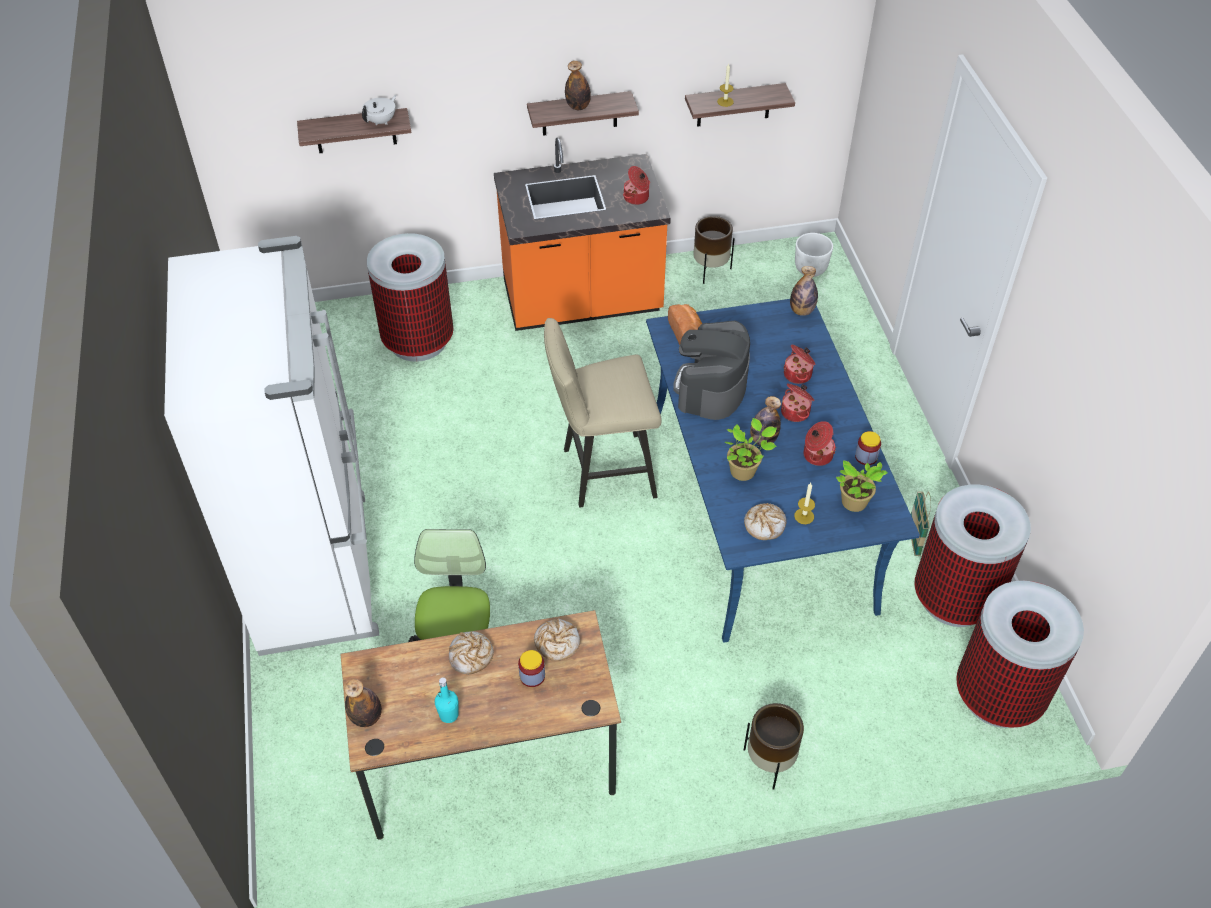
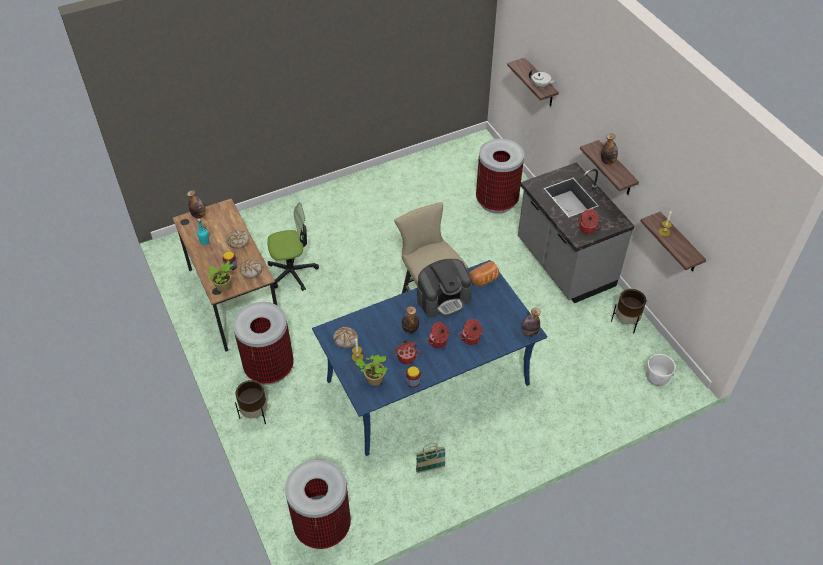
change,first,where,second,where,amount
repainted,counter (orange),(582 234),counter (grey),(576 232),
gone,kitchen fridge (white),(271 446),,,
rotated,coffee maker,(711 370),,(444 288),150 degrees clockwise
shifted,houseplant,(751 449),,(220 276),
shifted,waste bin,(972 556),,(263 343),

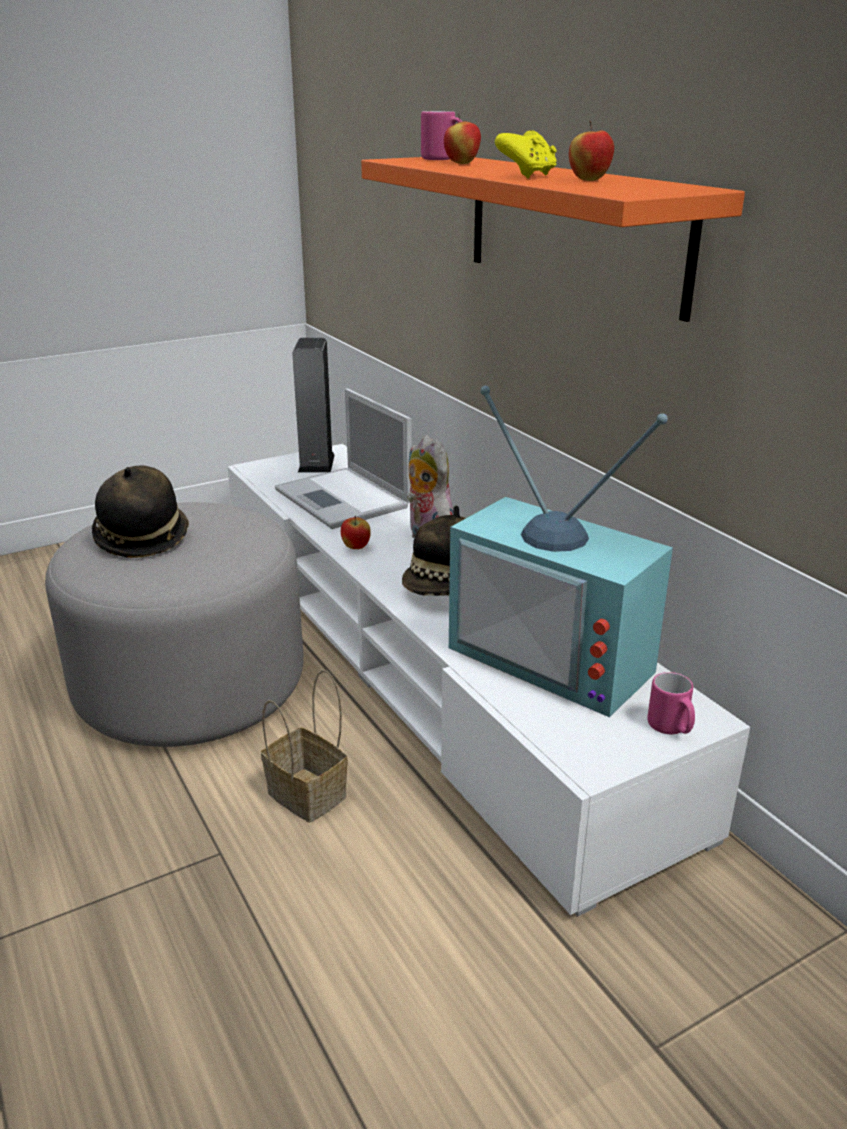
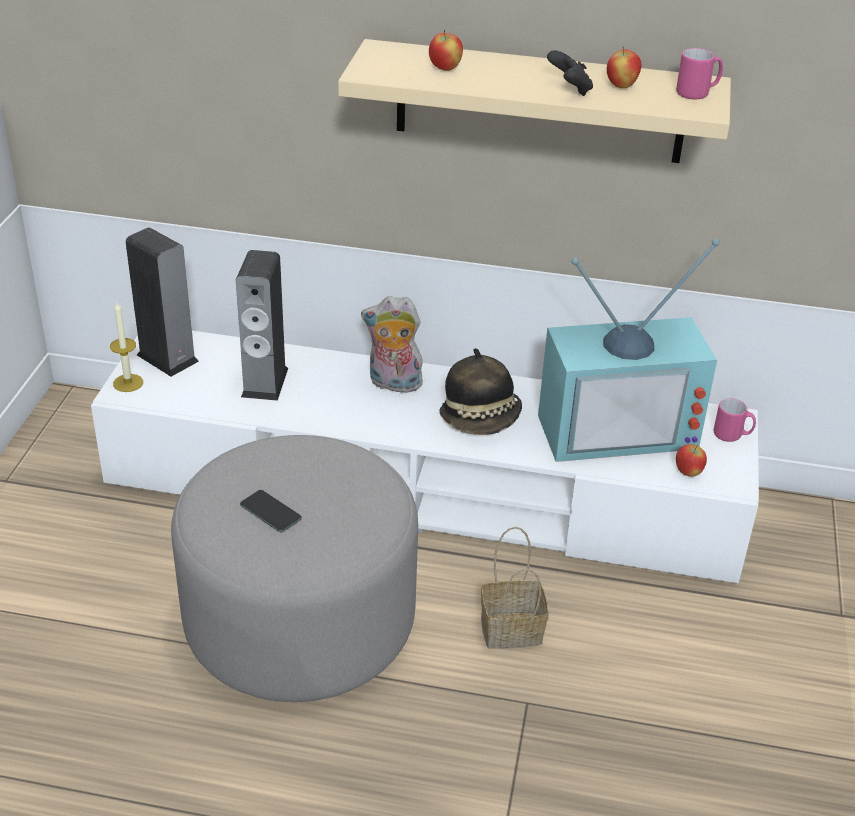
change,first,where,second,where,amount
shifted,tea mug (pink),(441 135),,(699 73),
repainted,gamepad (yellowish),(526 154),gamepad (black-coloured),(570 73),
repainted,shelf (orange),(553 239),shelf (beige),(534 101),
swapped,portable computer,(343 458),loudspeaker,(262 325),
swapped,wearable hat,(140 511),handset,(271 511),
shifted,whole apple,(356 532),,(691 460),
new,,,wax light,(126 347),

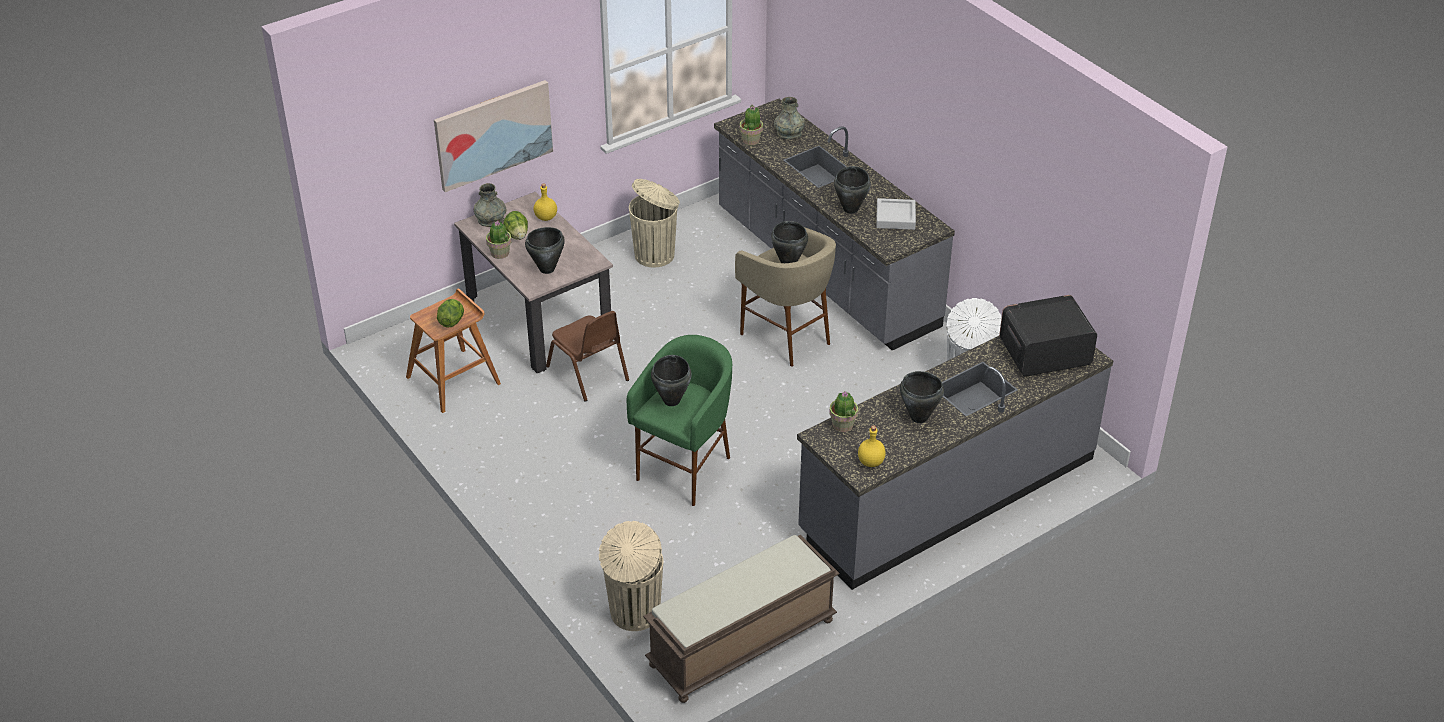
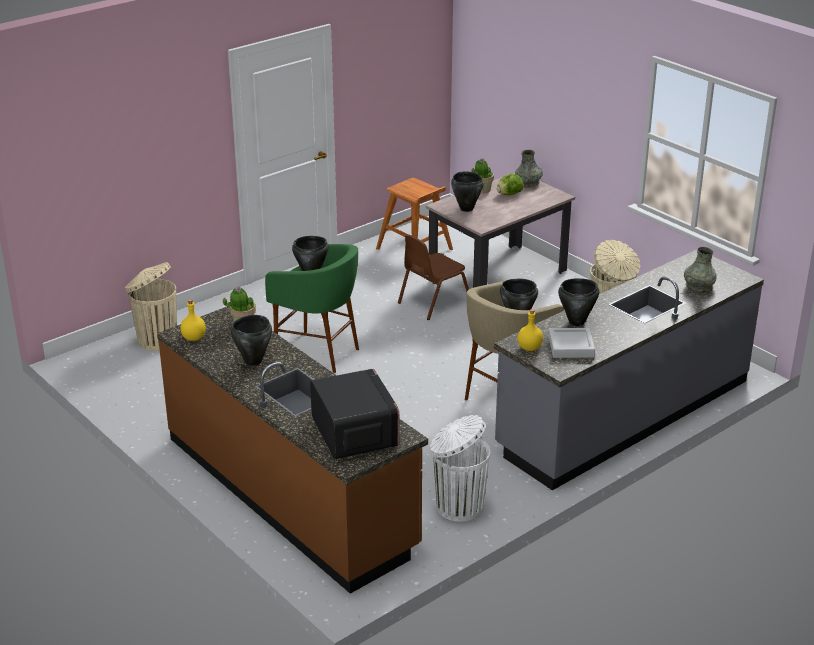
change,first,where,second,where,amount
gone,wall art,(493 136),,,
gone,houseplant,(751 125),,,
shifted,beverage bottle (yellowish),(545 202),,(530 330),
gone,lettuce,(450 313),,,
repainted,counter (grey),(955 463),counter (brown-coloured),(292 450),
gone,long seat (brown-coloured),(741 618),,,

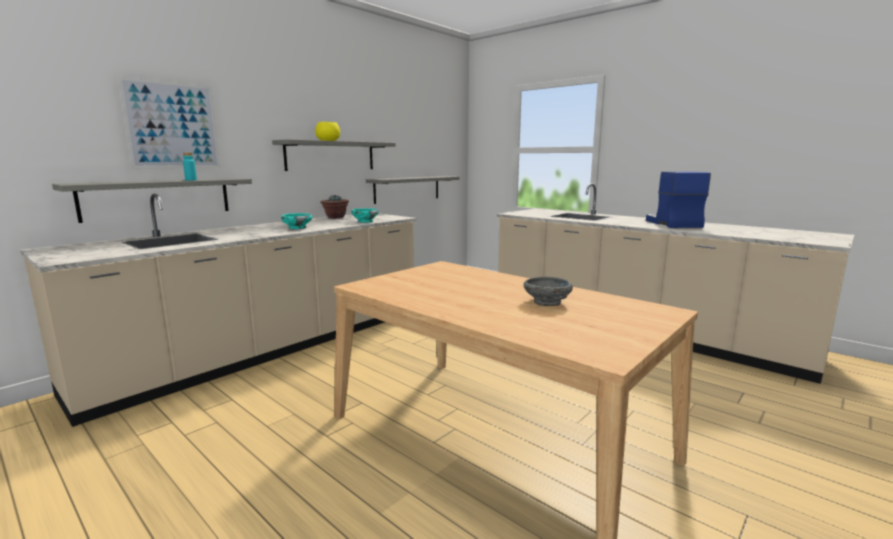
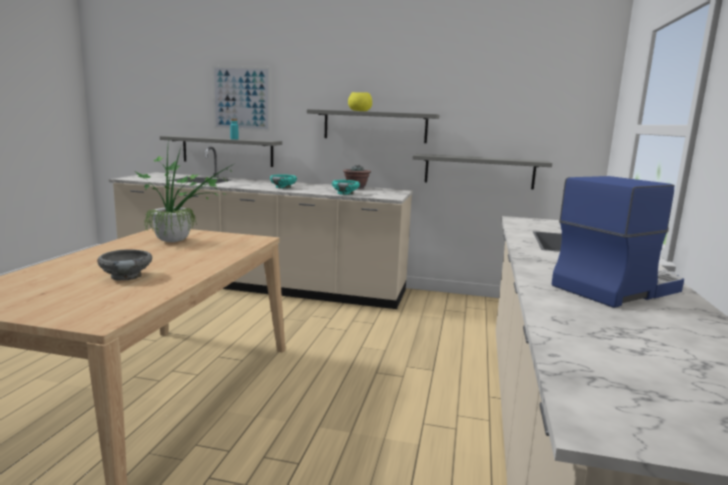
change,first,where,second,where,amount
new,,,houseplant,(185 195),

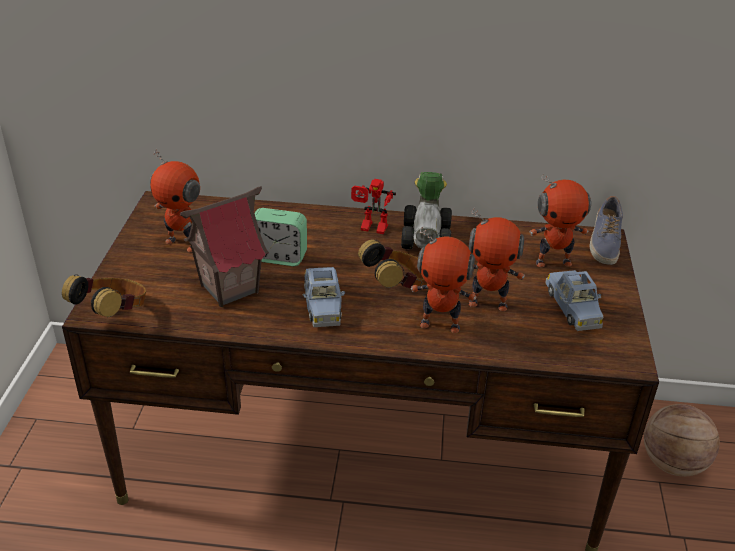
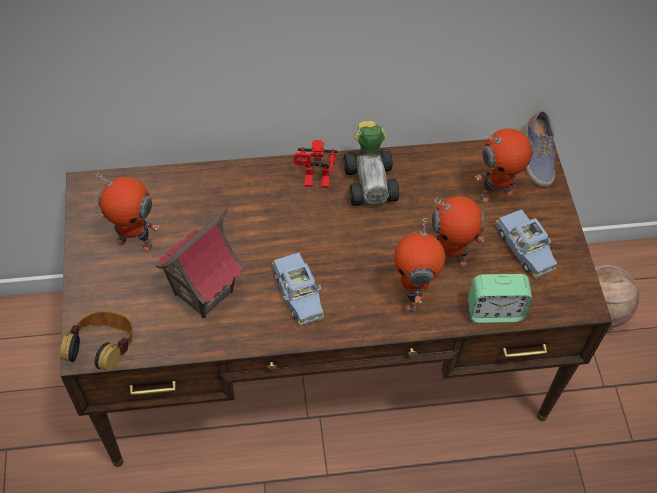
change,first,where,second,where,amount
shifted,bedside clock,(280 237),,(500 298),
rotated,model robot,(443 279),,(419 265),90 degrees clockwise
gone,headphones,(393 264),,,

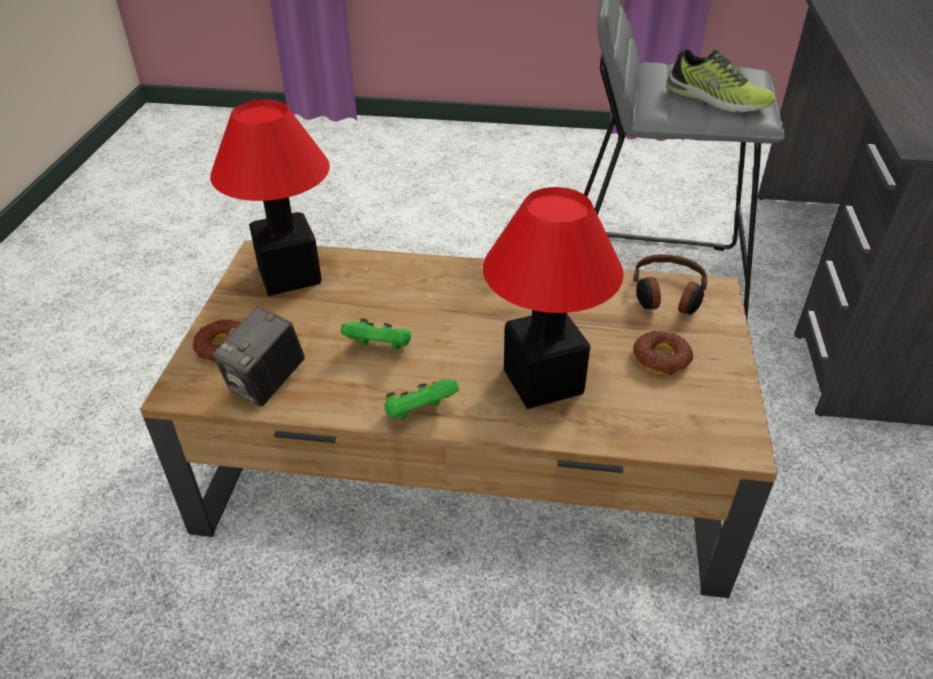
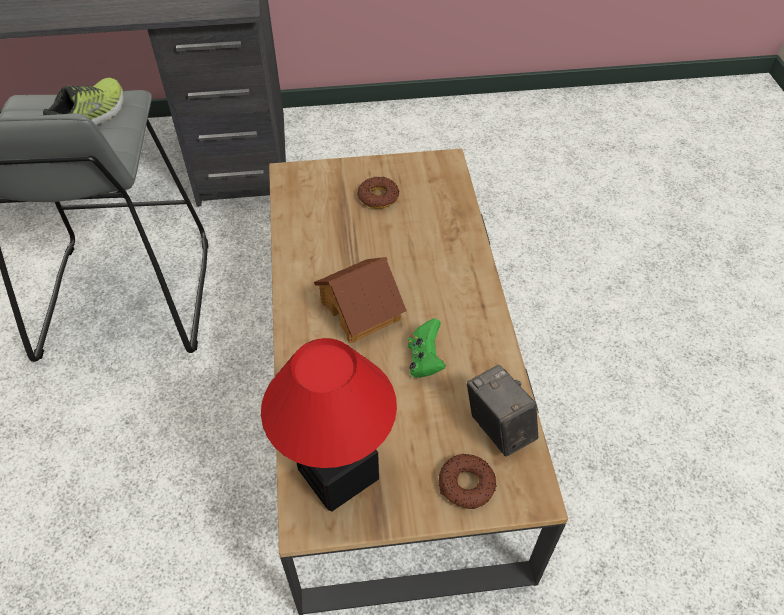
change,first,where,second,where,amount
gone,table lamp,(553 298),,,
gone,headphones,(670 284),,,
rotated,photo camera,(258 356),,(502 411),135 degrees counterclockwise
gone,gamepad (green),(422 400),,,
new,,,model house,(360 300),

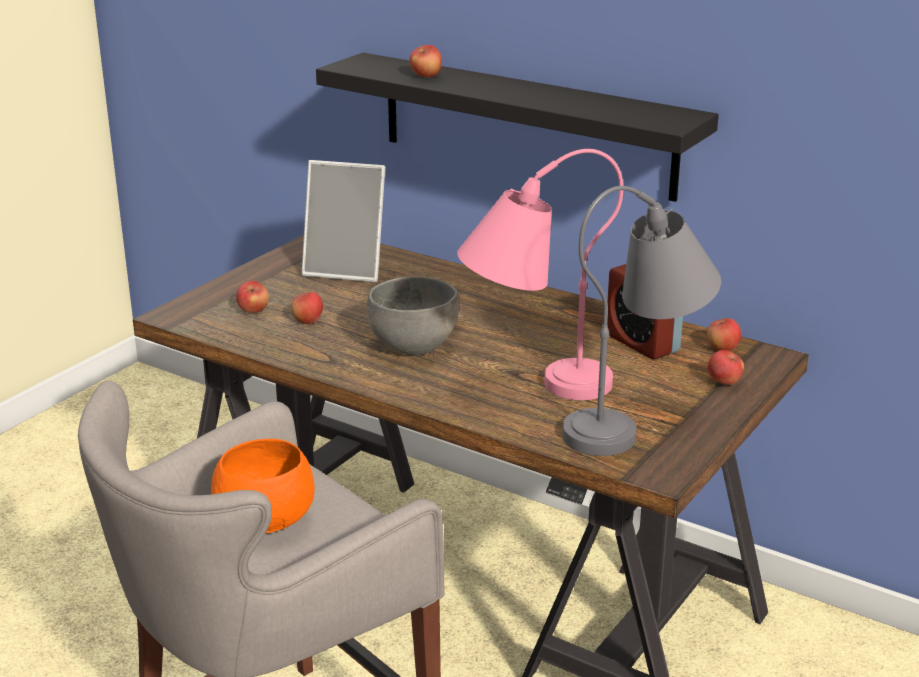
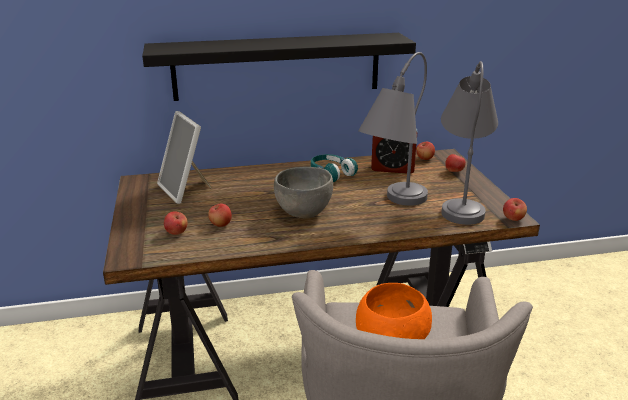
change,first,where,second,where,amount
shifted,whole apple,(425 61),,(515 209),
repainted,table lamp (pink),(540 274),table lamp (grey),(393 129),
rotated,picture frame,(343 221),,(184 157),90 degrees clockwise
new,,,headphones (blue-green),(334 168),

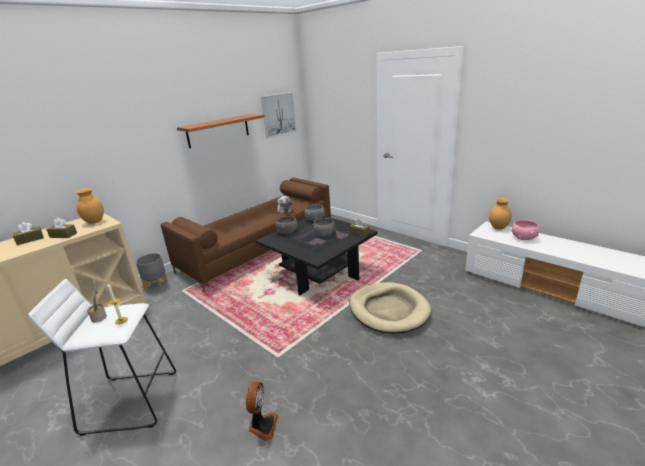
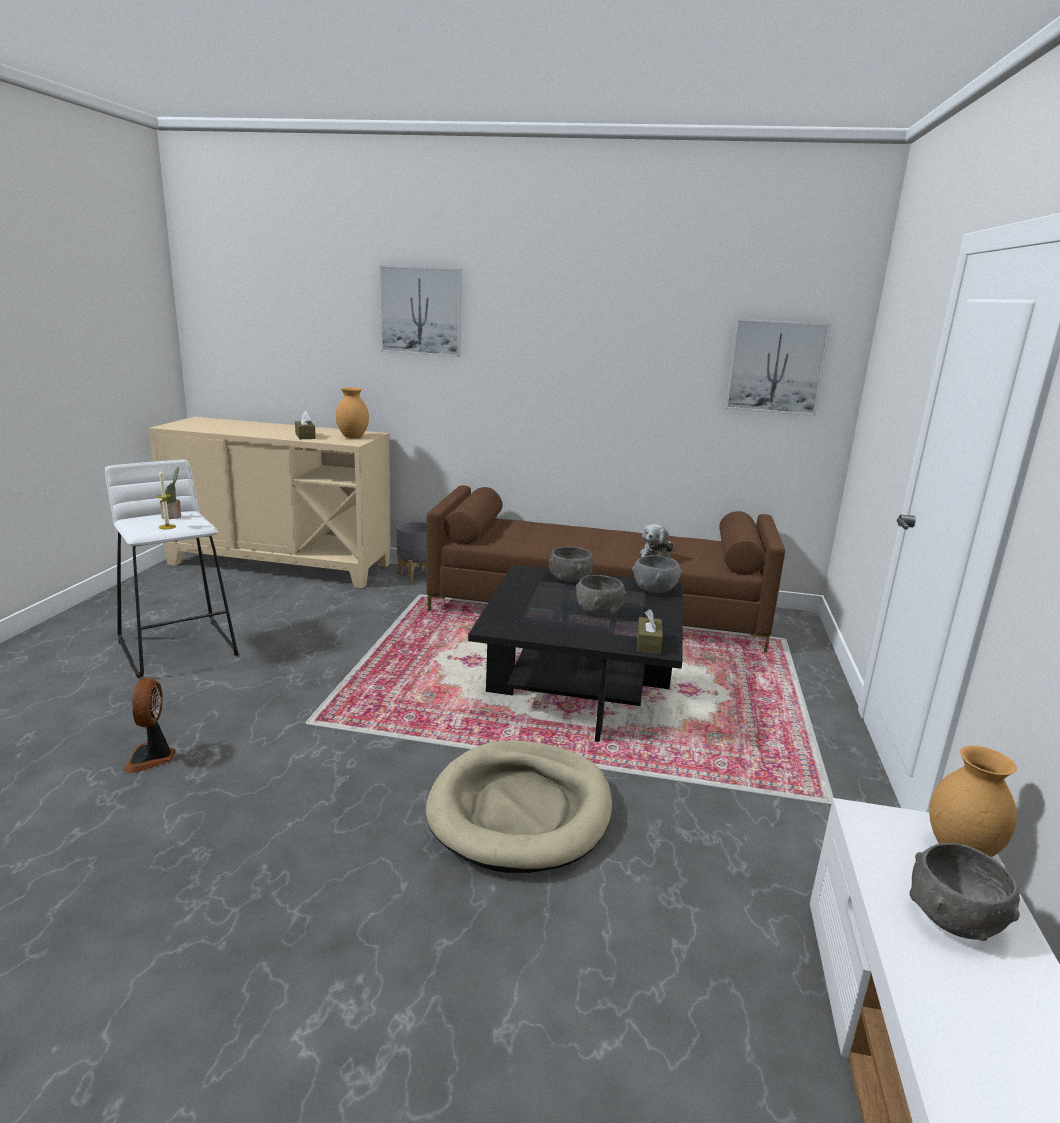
change,first,where,second,where,amount
gone,shelf,(221 131),,,
repainted,serving bowl (pink),(525 230),serving bowl (grey),(965 892),
gone,box of tissues (brown-coloured),(28 233),,,
rotated,cooling fan,(262 411),,(149 725),105 degrees clockwise
new,,,wall art,(420 311),

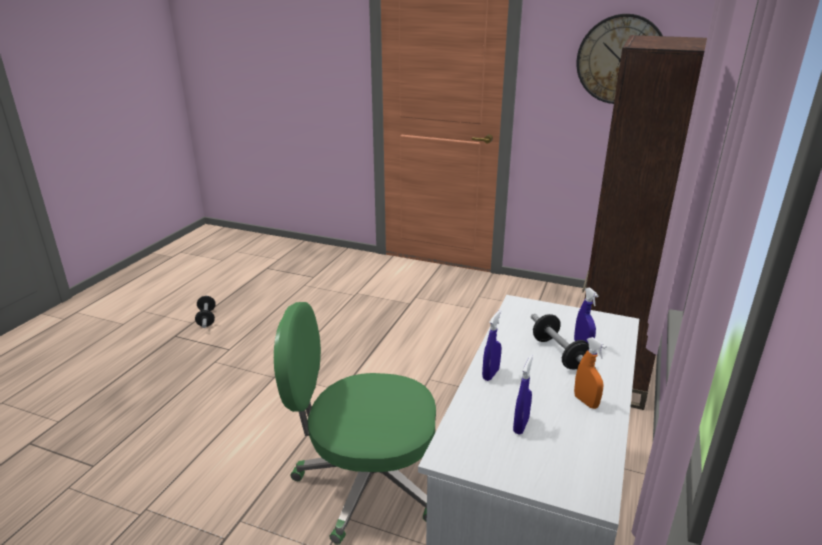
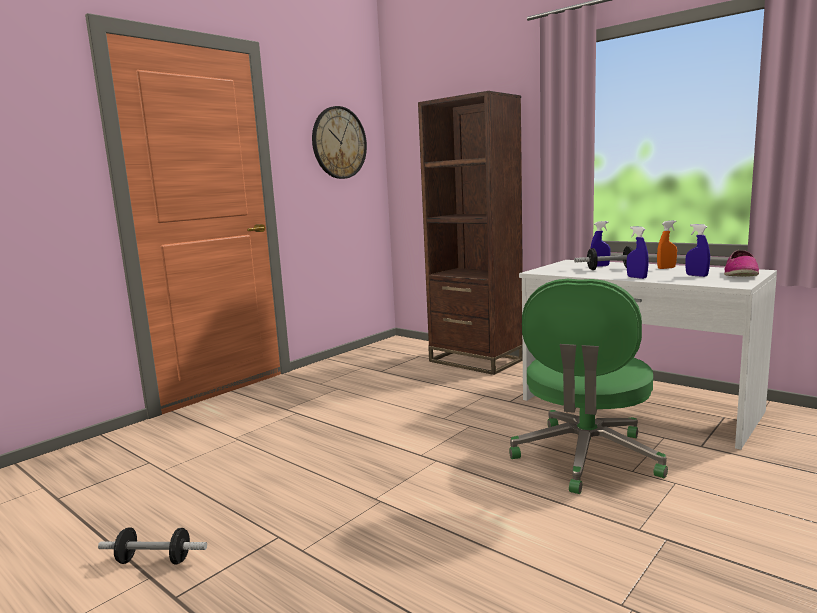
change,first,where,second,where,amount
new,,,item of footwear,(741 263),

